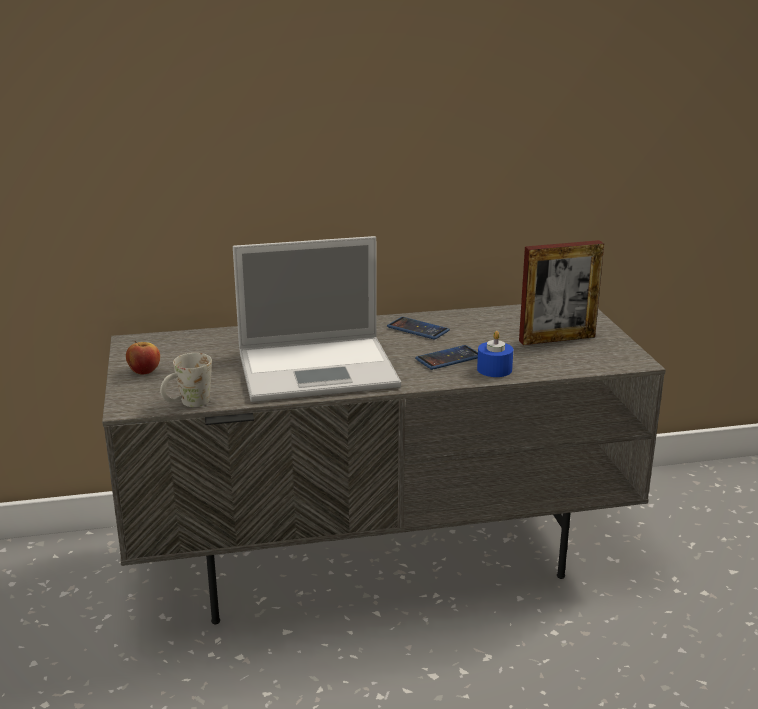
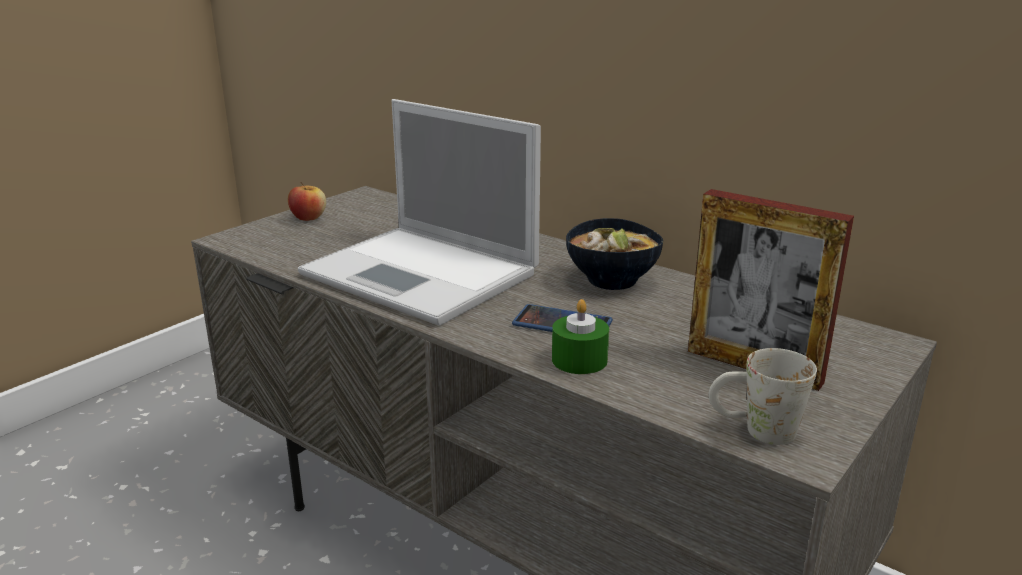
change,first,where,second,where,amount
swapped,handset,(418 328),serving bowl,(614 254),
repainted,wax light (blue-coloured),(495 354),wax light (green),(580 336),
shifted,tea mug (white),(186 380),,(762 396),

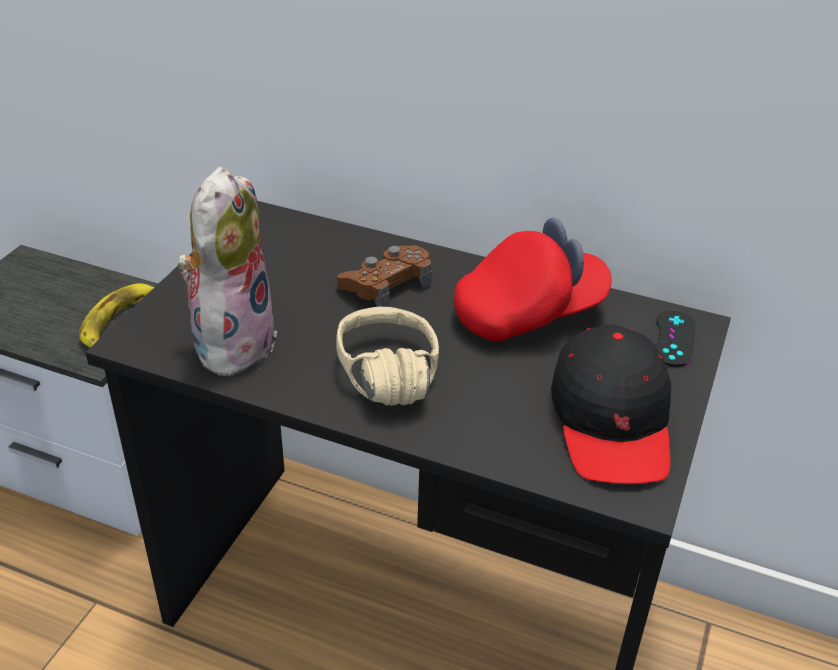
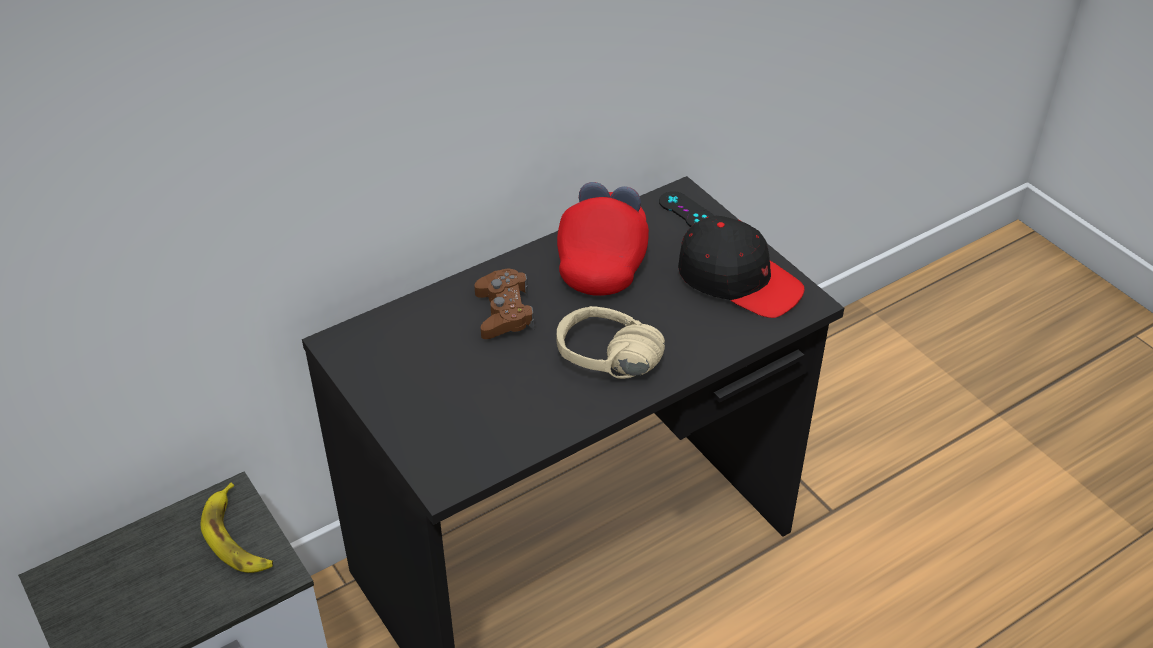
change,first,where,second,where,amount
gone,soft toy,(227 273),,,

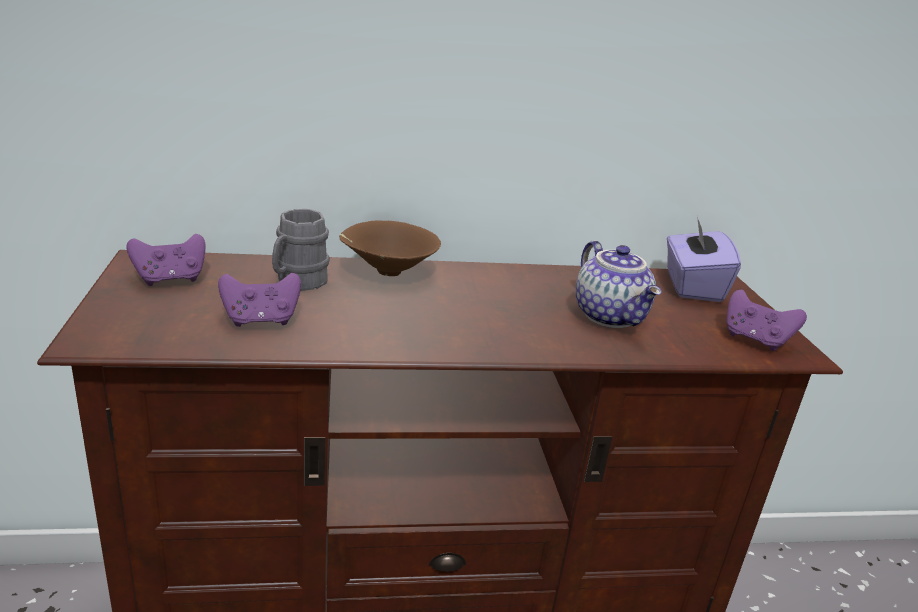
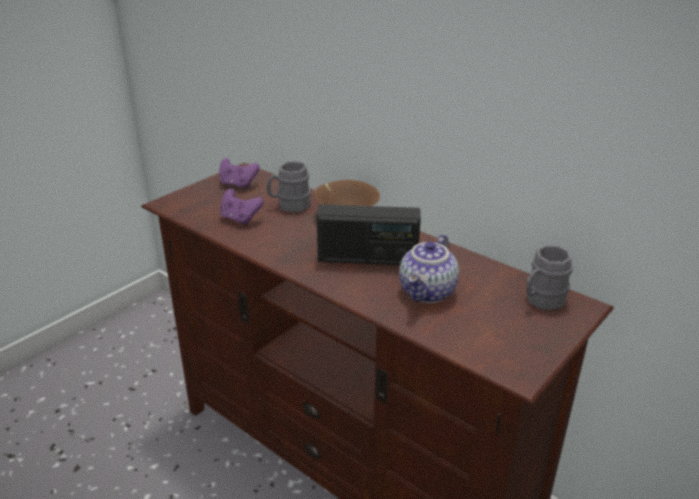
change,first,where,second,where,amount
swapped,box of tissues (purple-coloured),(704 259),tea mug (grey),(549 277),
gone,gamepad (purple-coloured),(766 320),,,
new,,,radio set,(369 234),

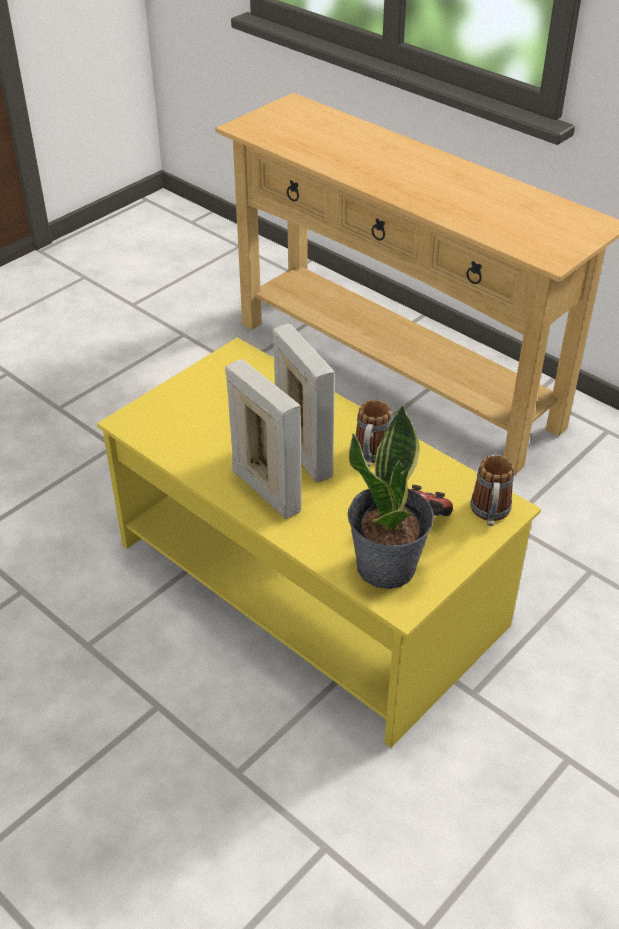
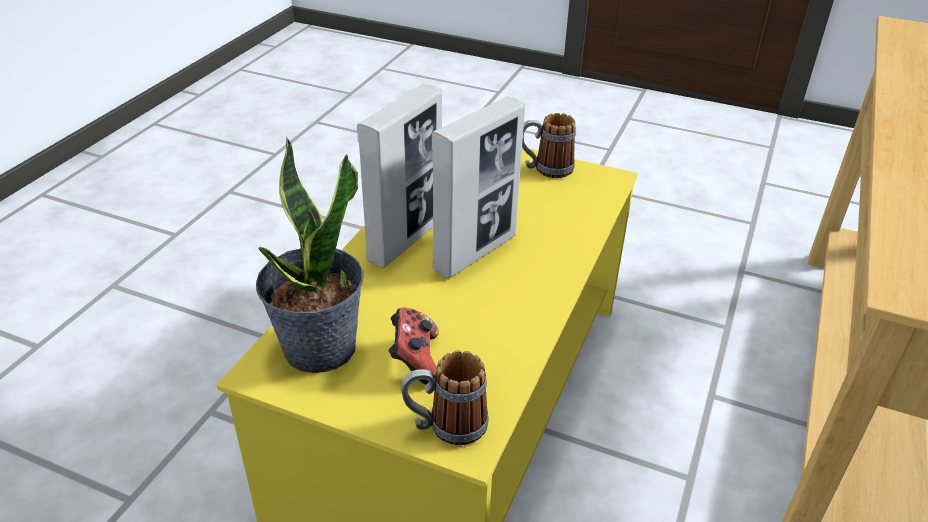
change,first,where,second,where,amount
shifted,tea mug,(373 433),,(549 145),

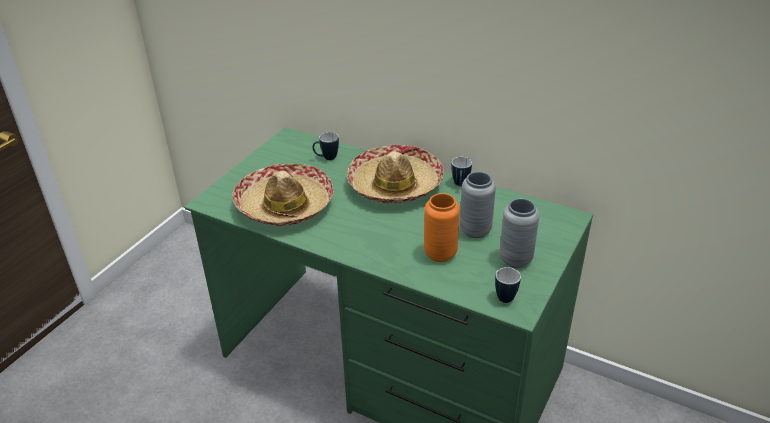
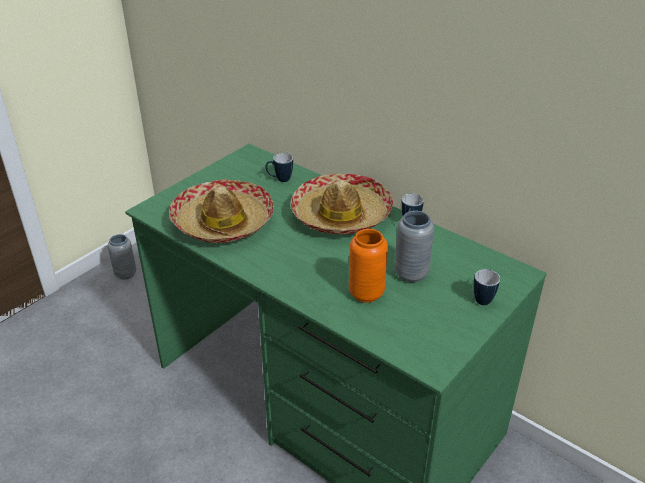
change,first,where,second,where,amount
shifted,vase (grey),(519 233),,(122 256),
shifted,tea mug,(508 284),,(487 287),

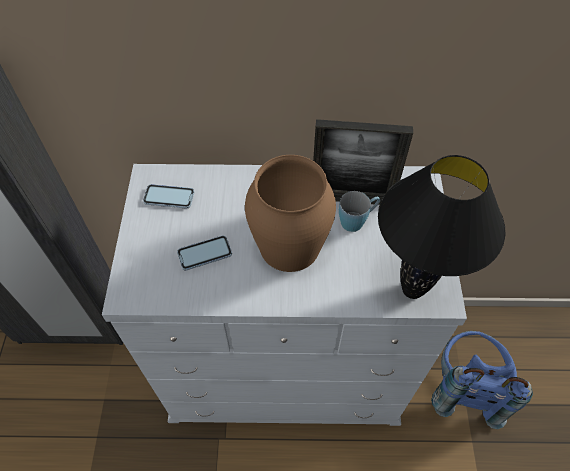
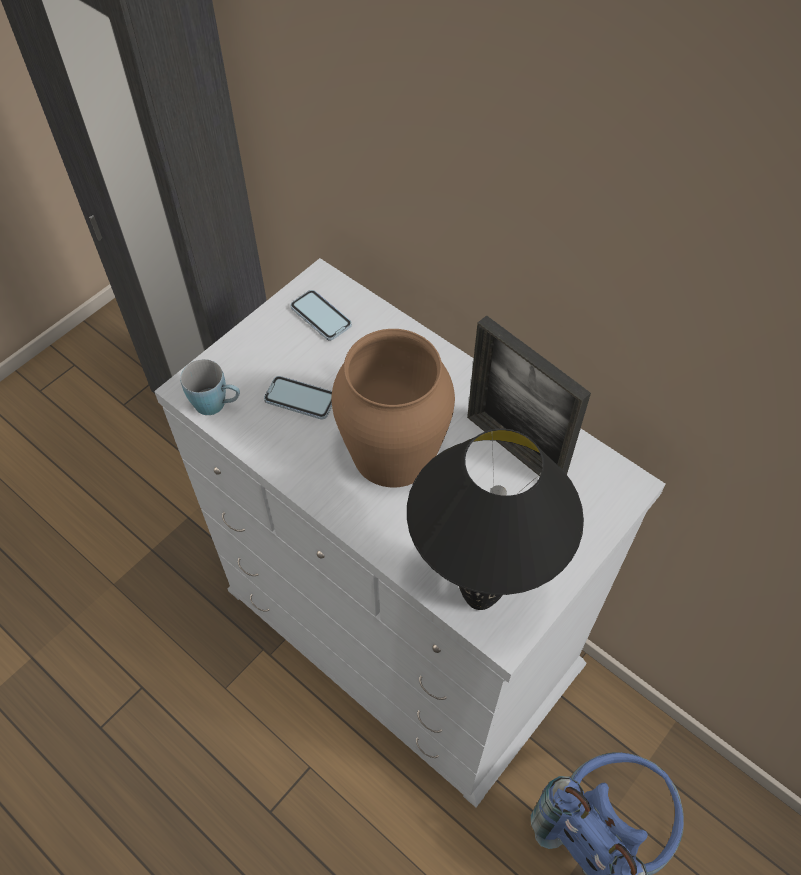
change,first,where,second,where,amount
shifted,tea mug (blue-coloured),(359 211),,(210 387),

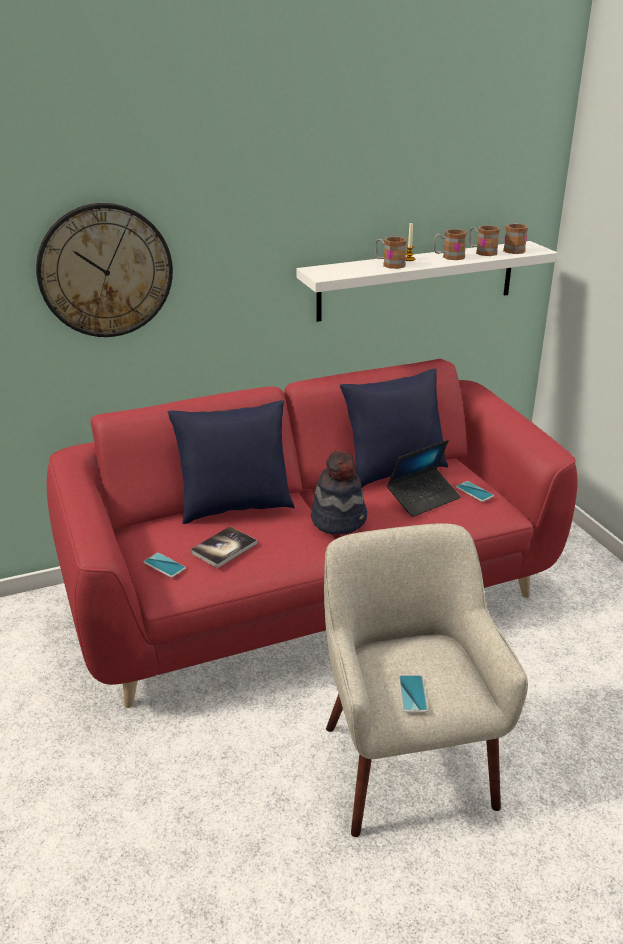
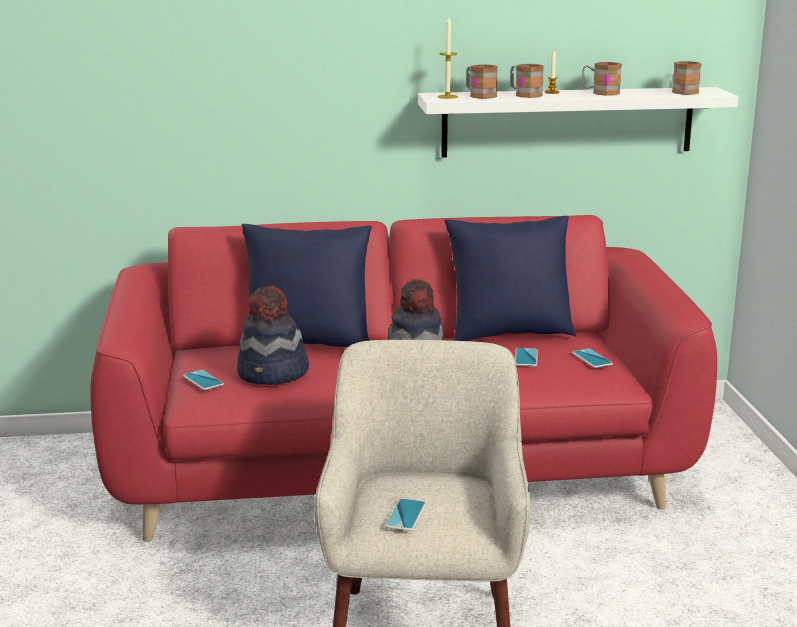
change,first,where,second,where,amount
gone,hanging clock,(104 270),,,
shifted,tea mug,(484 240),,(482 81),
swapped,portable computer,(424 478),handset,(526 357),
swapped,bound book,(223 547),wearable hat,(273 335),
new,,,wax light,(447 58),

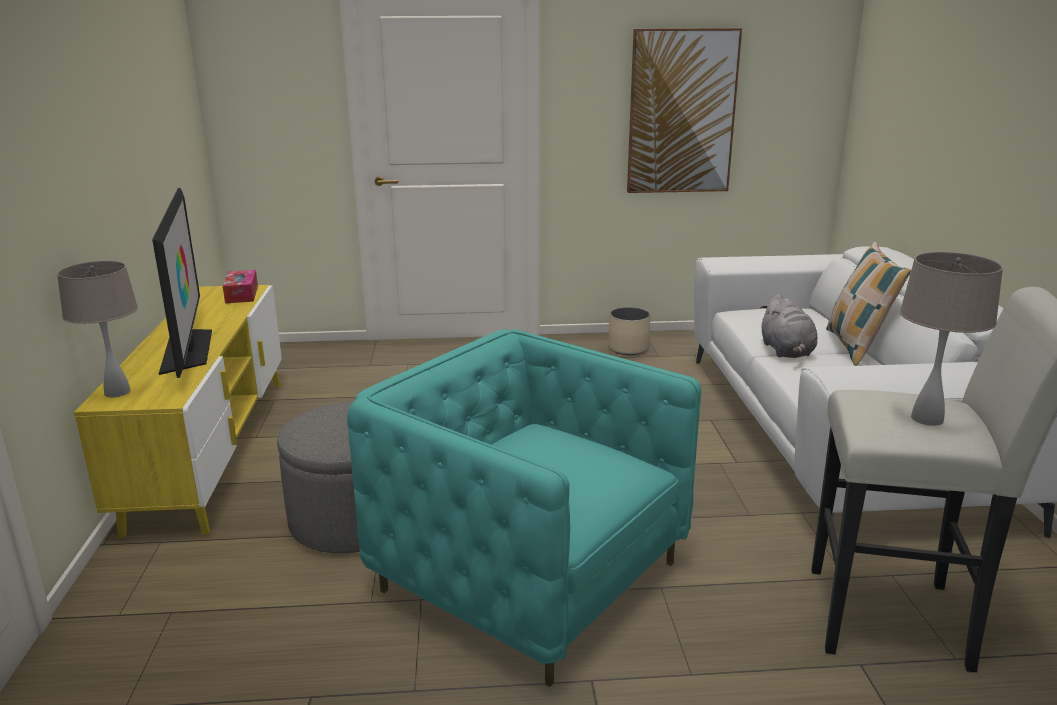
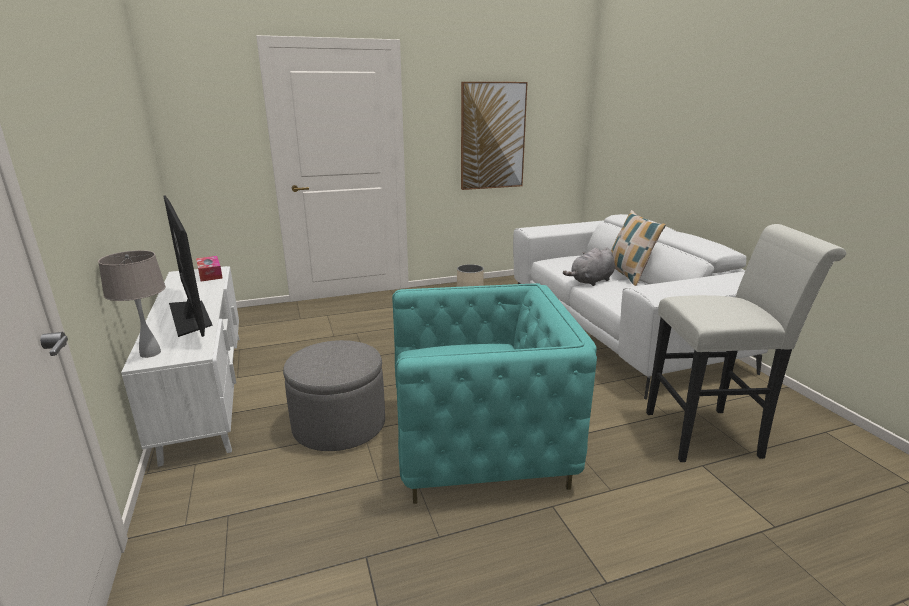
change,first,where,second,where,amount
gone,table lamp (beige),(951 339),,,
repainted,tv unit (yellowish),(178 411),tv unit (white),(180 366),
rotated,soft toy (grey),(788 326),,(589 267),75 degrees clockwise
rotated,easy chair (blue-green),(524 508),,(494 393),150 degrees clockwise

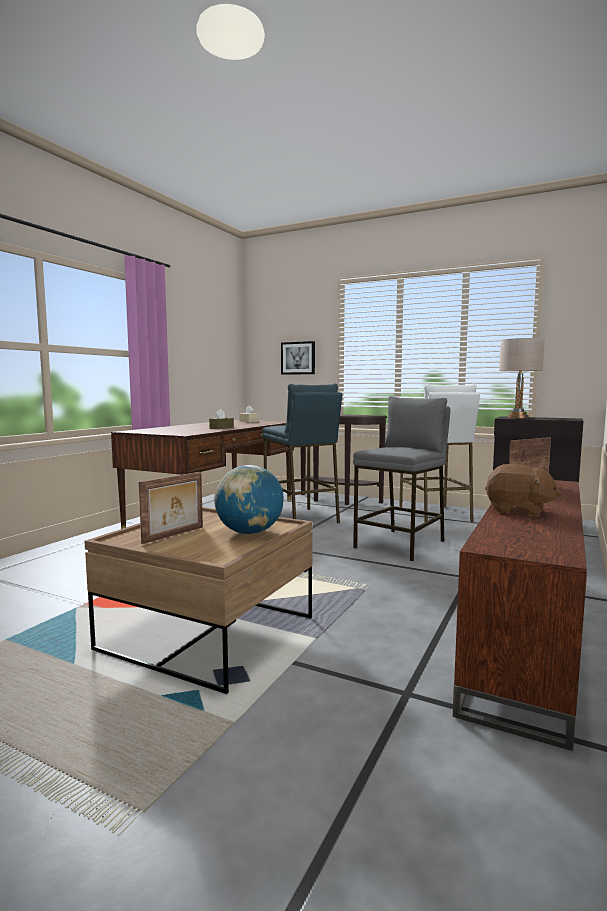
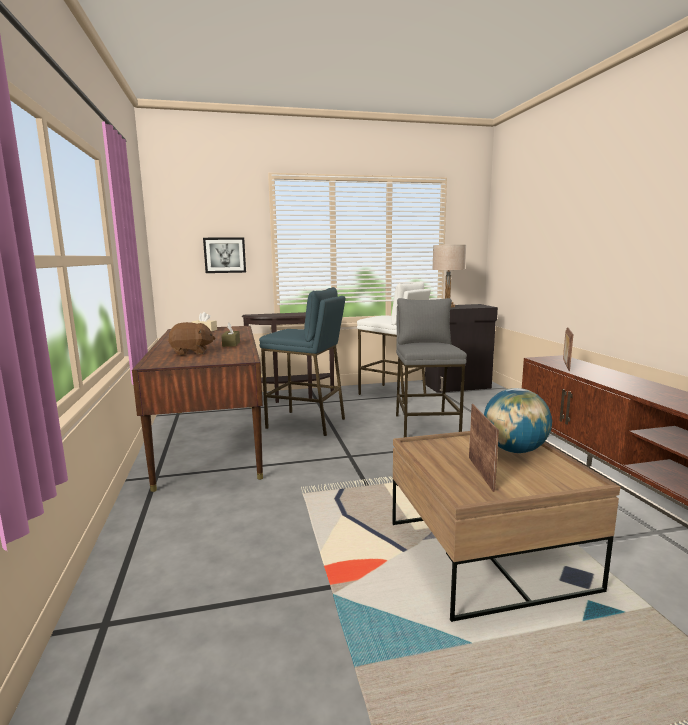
change,first,where,second,where,amount
shifted,soft toy (brown-coloured),(523 490),,(192 338),

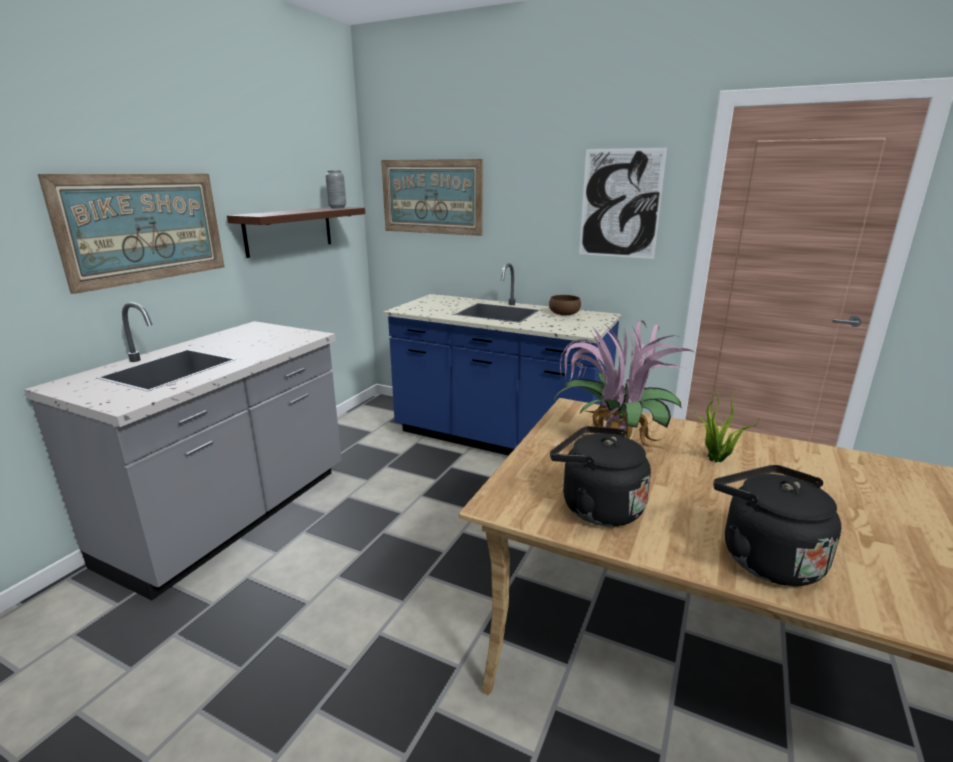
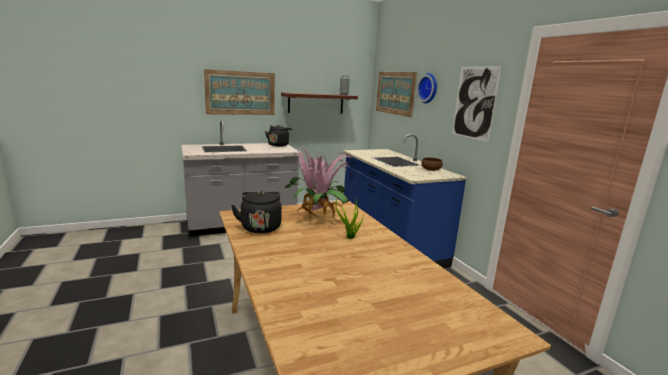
change,first,where,second,where,amount
shifted,water kettle (black-coloured),(777 525),,(278 136),
new,,,hanging clock,(427 88),

